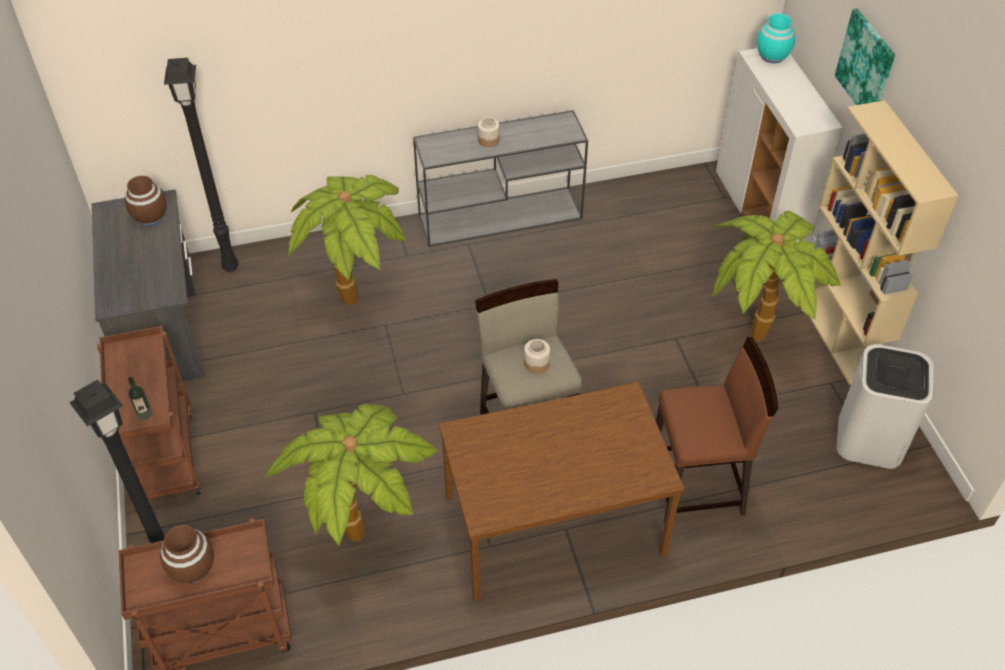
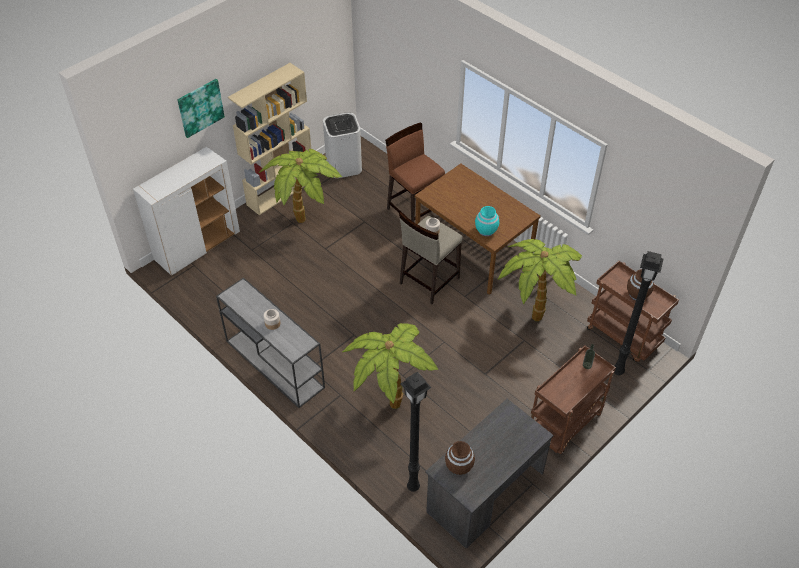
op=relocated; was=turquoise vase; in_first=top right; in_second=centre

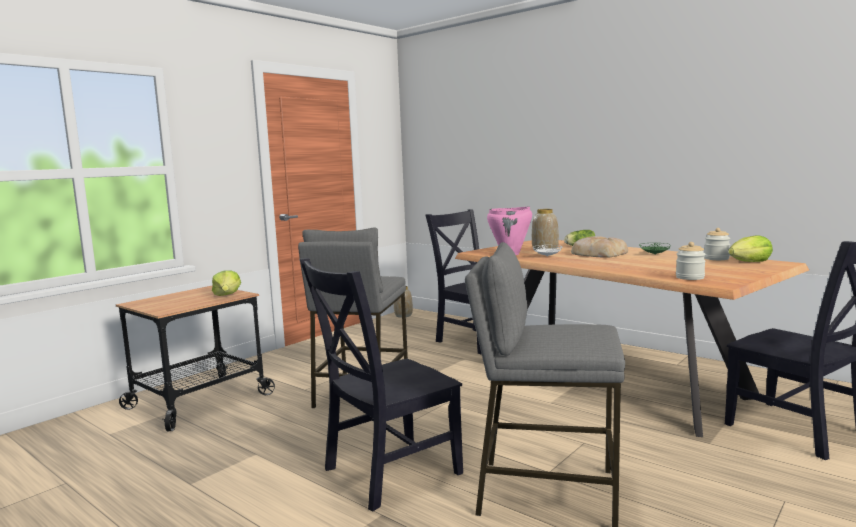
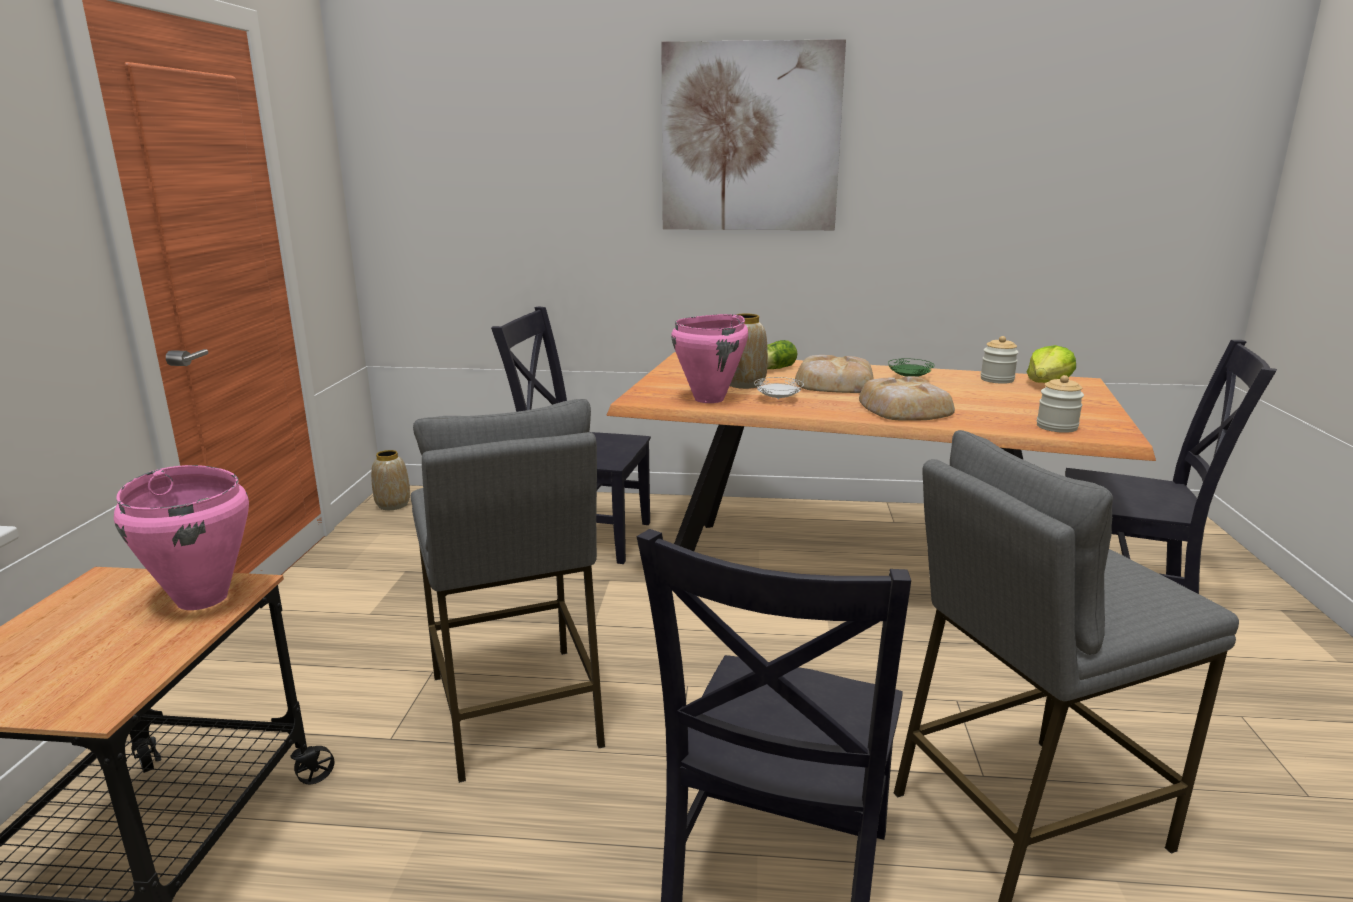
op=exchanged; was=lettuce (no. 1 from left); now=pink cooking pot (no. 1 from left); in_first=middle left; in_second=middle left
op=appeared; now=picture; in_second=top centre
op=appeared; now=bread (no. 2 from left); in_second=middle right

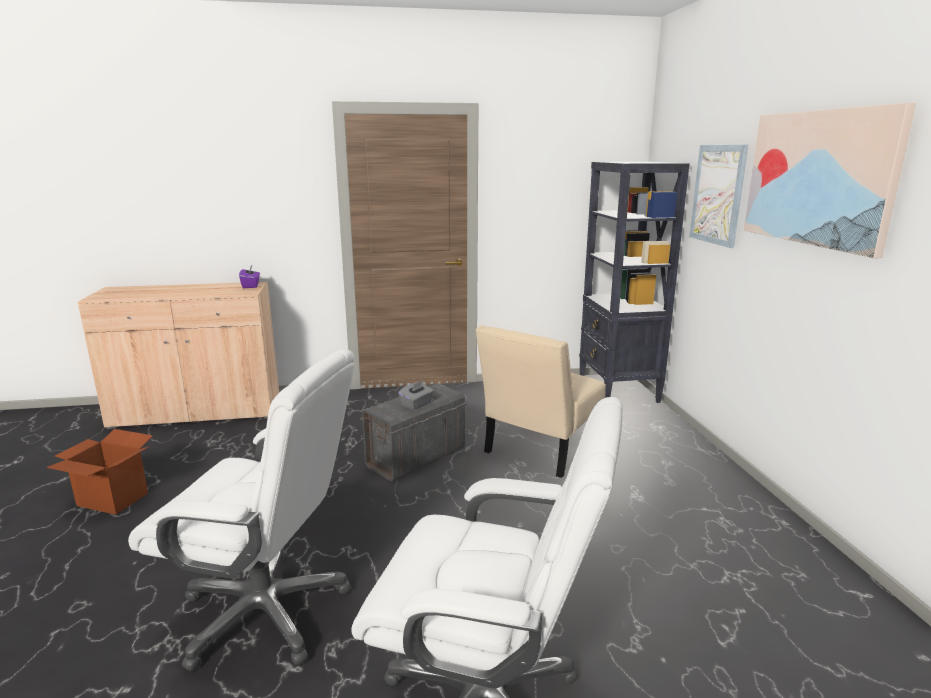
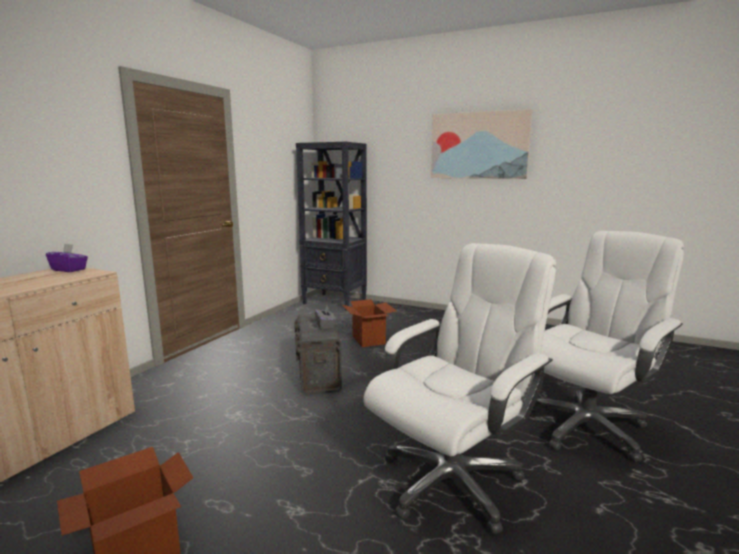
op=missing; was=picture (no. 1 from left); in_first=top right
op=exchanged; was=beige chair; now=cardboard box (no. 2 from left); in_first=centre; in_second=centre

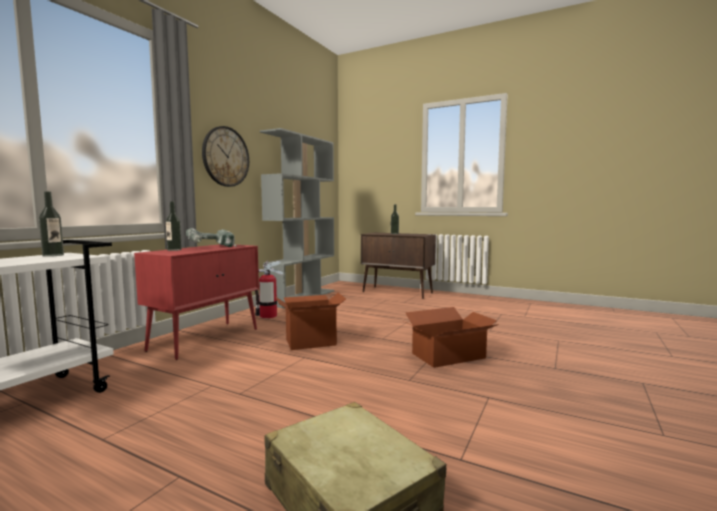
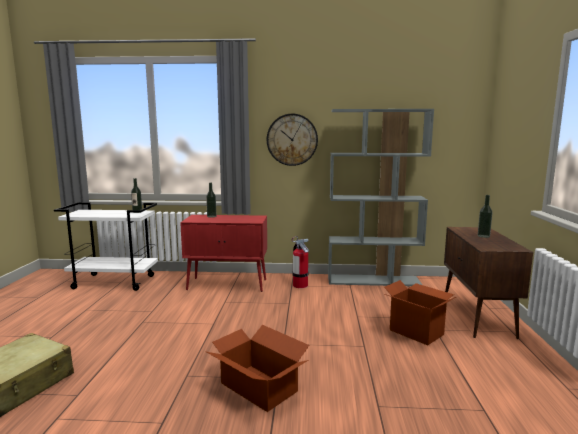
op=missing; was=power drill; in_first=middle left
op=relocated; was=cardboard box (no. 1 from left in the first image); now=cardboard box (no. 2 from left); in_first=centre; in_second=bottom right

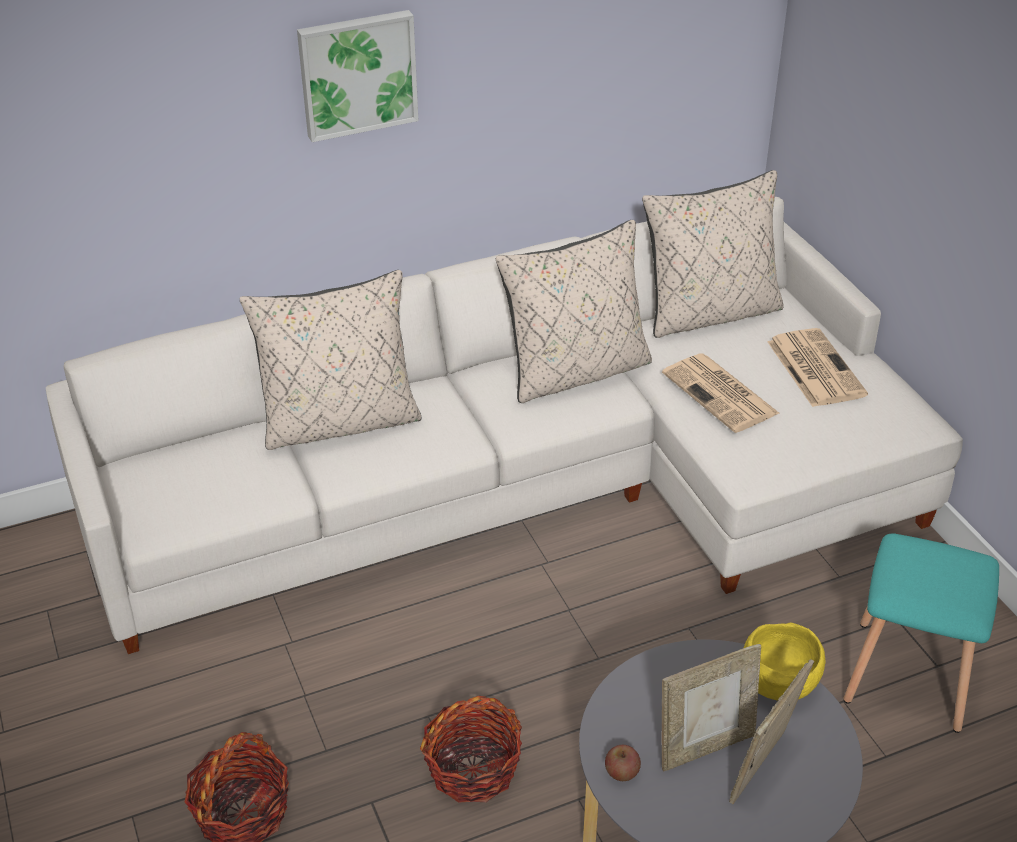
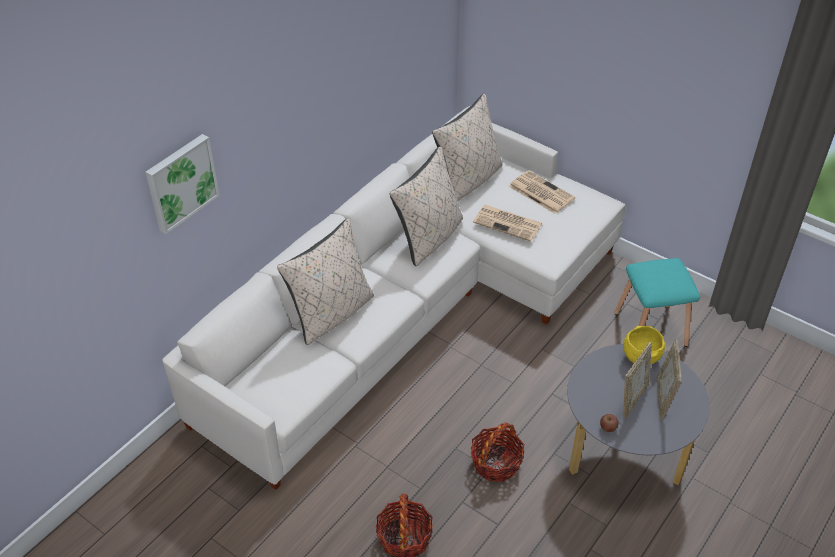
op=relocated; was=picture; in_first=top centre; in_second=top left

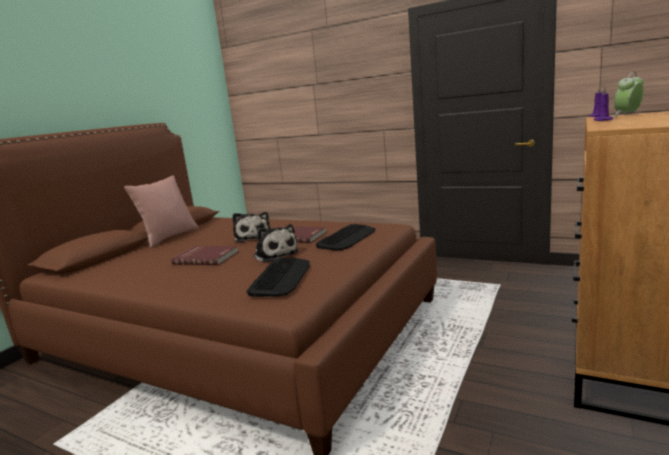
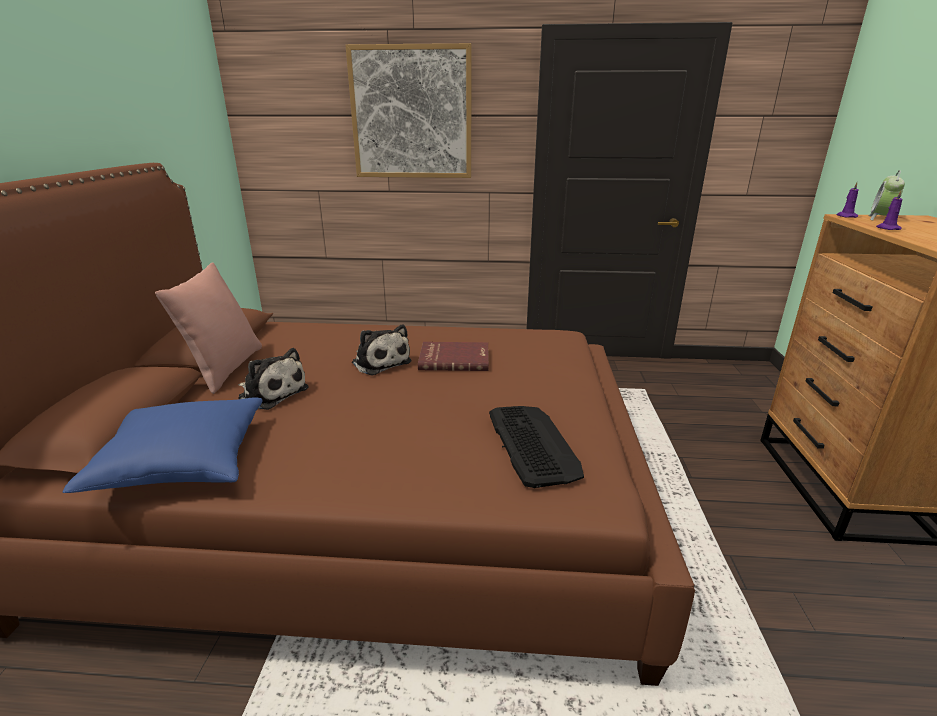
op=relocated; was=plush toy (no. 2 from left in the first image); now=plush toy (no. 1 from left); in_first=centre; in_second=middle left
op=missing; was=keyboard (no. 2 from left); in_first=centre
op=missing; was=red book (no. 1 from left); in_first=middle left
op=appeared; now=picture; in_second=top centre
op=appeared; now=blue pillow; in_second=middle left

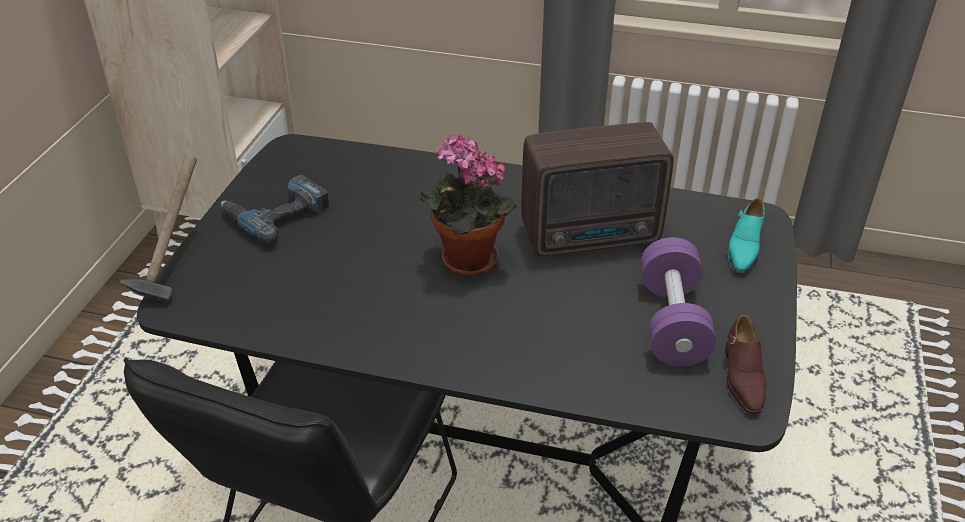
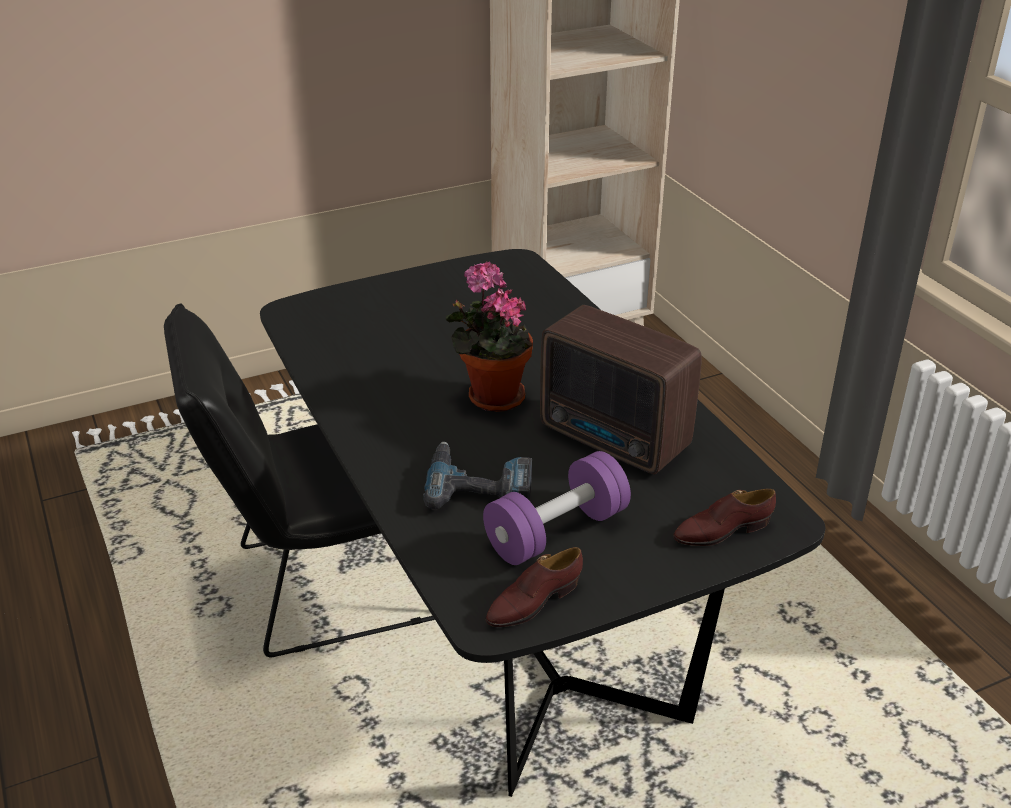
op=missing; was=hammer; in_first=middle left
op=relocated; was=power drill; in_first=middle left; in_second=centre
op=colour; was=turquoise shoe; now=brown shoe (no. 2 from left); in_first=middle right; in_second=middle right

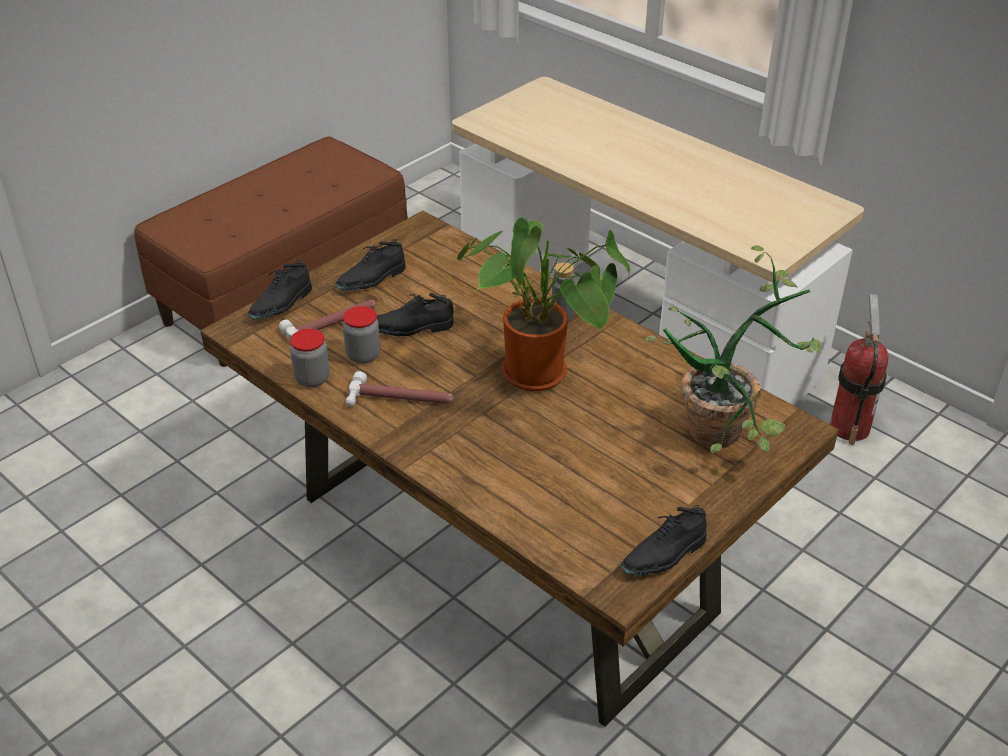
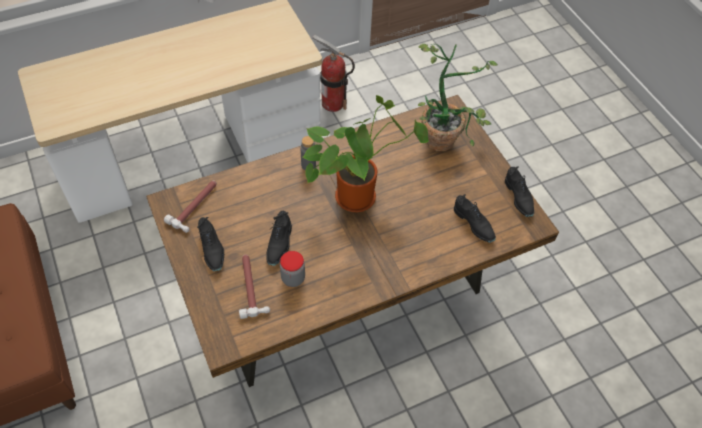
op=relocated; was=black shoe (no. 1 from left in the first image); now=black shoe (no. 3 from left); in_first=middle left; in_second=middle right
op=missing; was=jar (no. 1 from left); in_first=middle left
op=relocated; was=hammer (no. 2 from left in the first image); now=hammer (no. 1 from left); in_first=centre; in_second=middle left

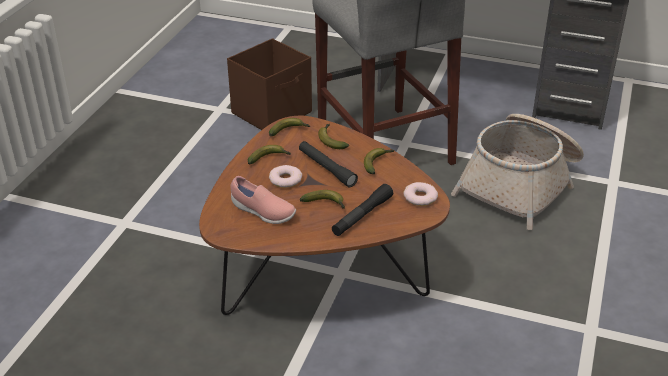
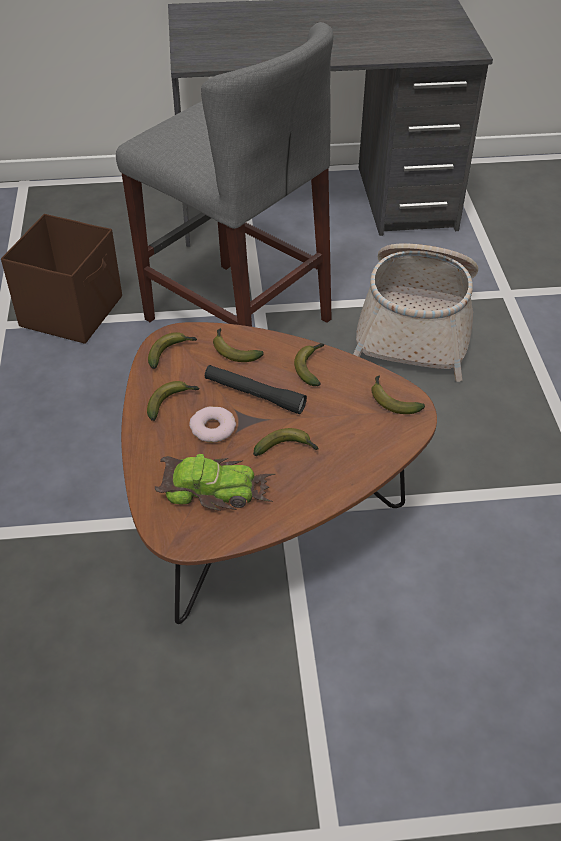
op=exchanged; was=pink shoe; now=toy car; in_first=centre; in_second=centre
op=exchanged; was=donut (no. 2 from left); now=banana (no. 6 from left); in_first=centre; in_second=middle right
op=missing; was=black flashlight (no. 2 from left); in_first=centre

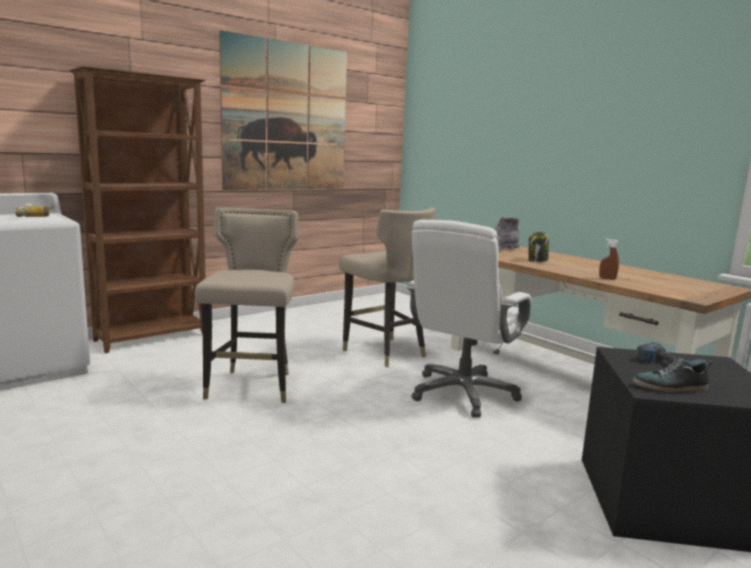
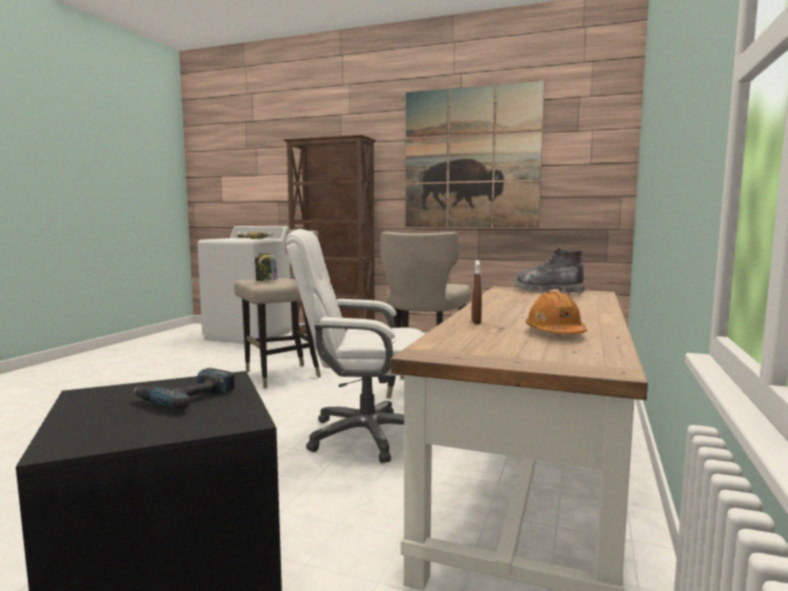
op=relocated; was=jar; in_first=middle right; in_second=centre
op=missing; was=shoe; in_first=middle right
op=appeared; now=orange hard hat; in_second=middle right

